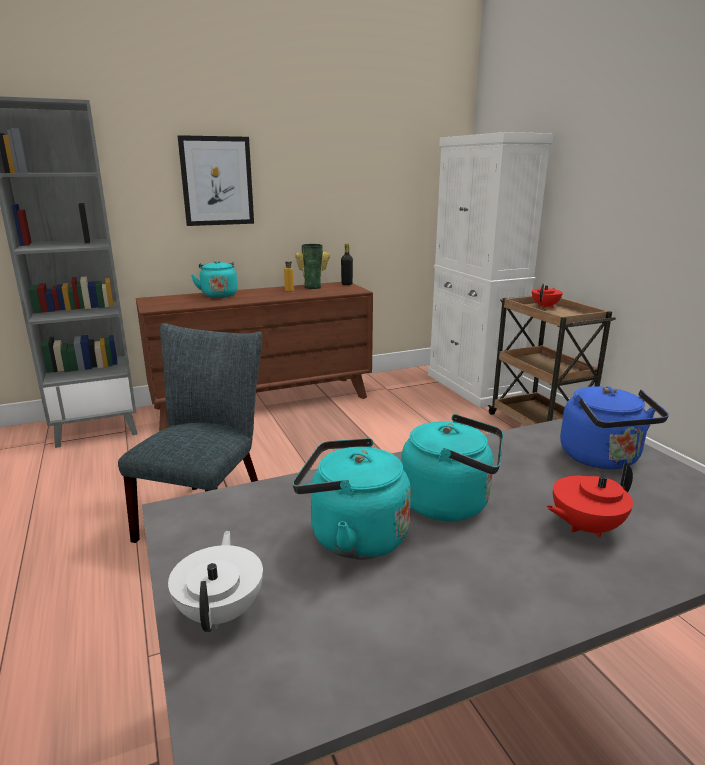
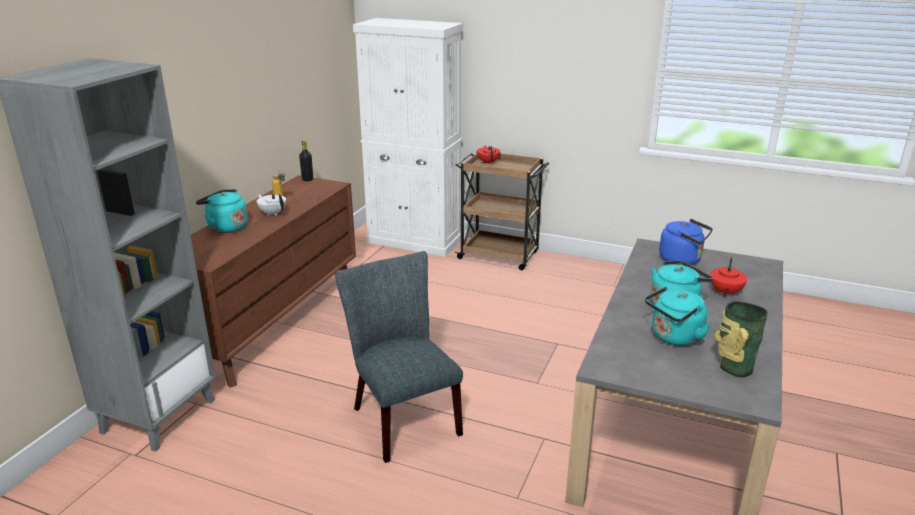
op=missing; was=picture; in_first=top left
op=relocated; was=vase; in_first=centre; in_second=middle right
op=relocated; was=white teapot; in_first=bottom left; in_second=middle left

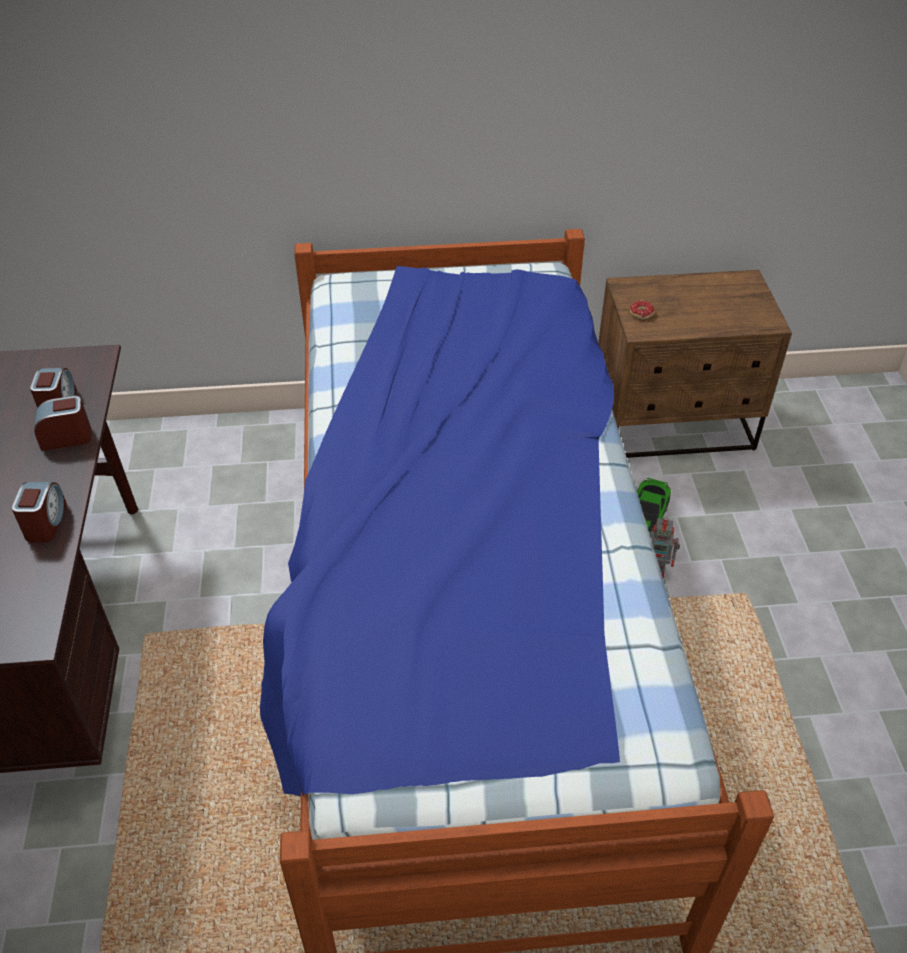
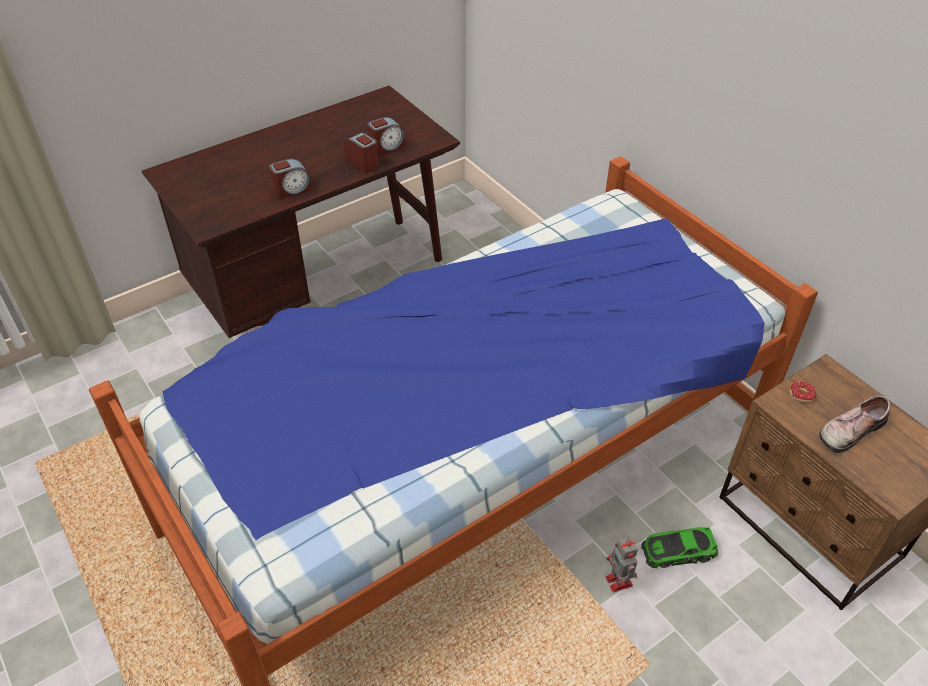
op=appeared; now=shoe; in_second=middle right

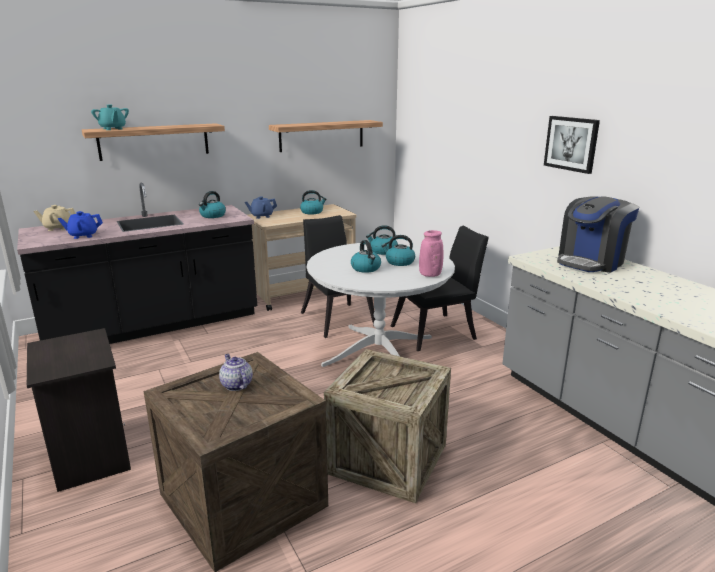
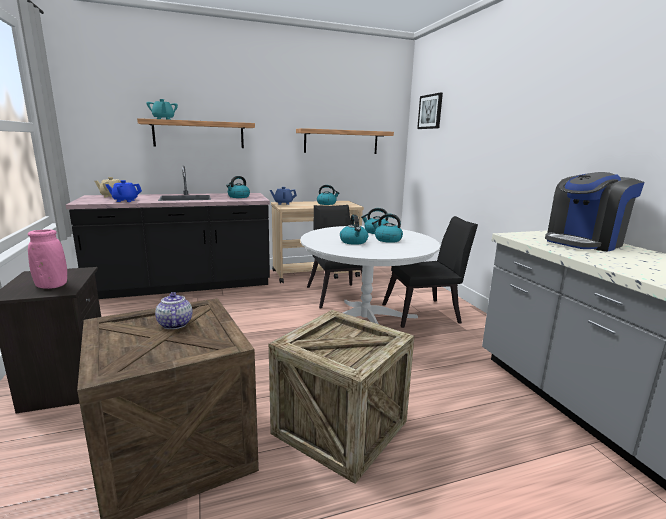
op=relocated; was=picture; in_first=top right; in_second=top centre
op=relocated; was=pink vase; in_first=centre; in_second=middle left

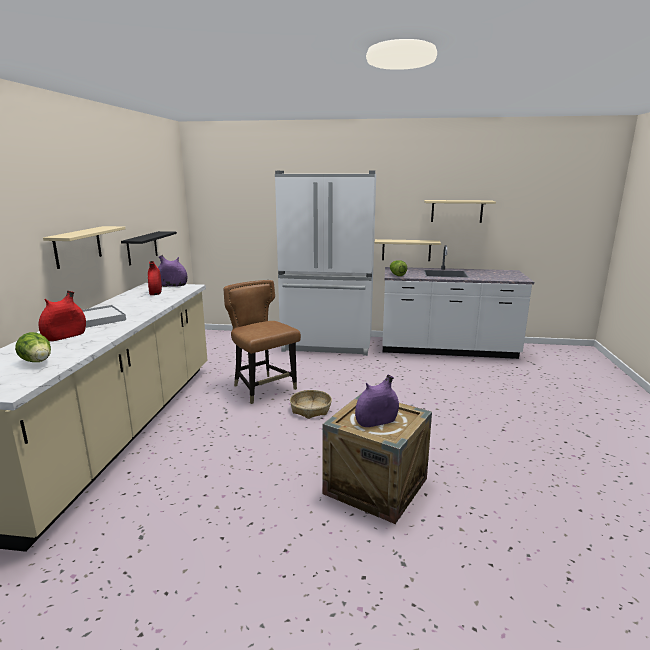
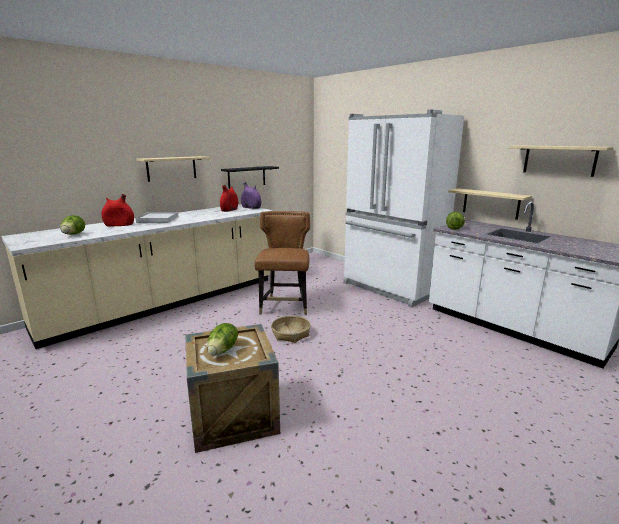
op=exchanged; was=purple vase (no. 2 from left); now=lettuce (no. 2 from left); in_first=centre; in_second=centre

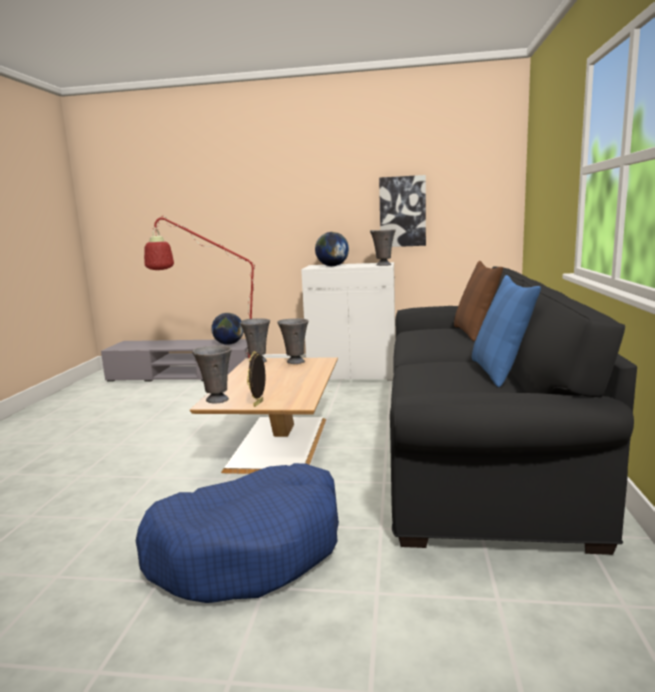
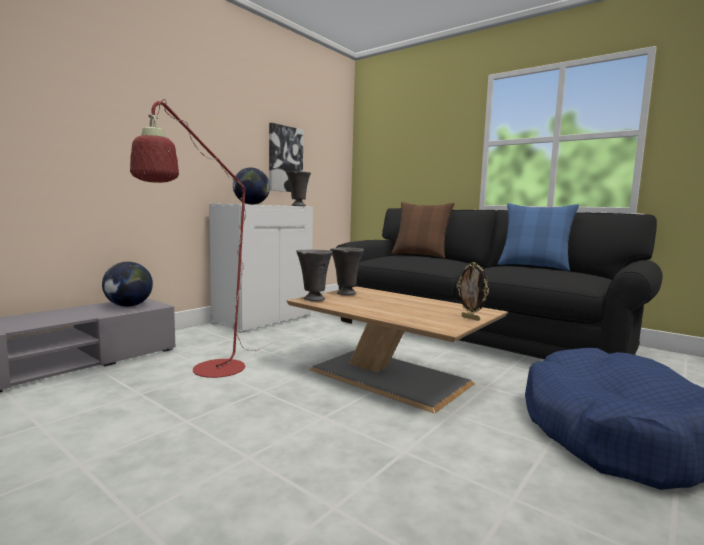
op=missing; was=grey vase (no. 1 from left); in_first=middle left

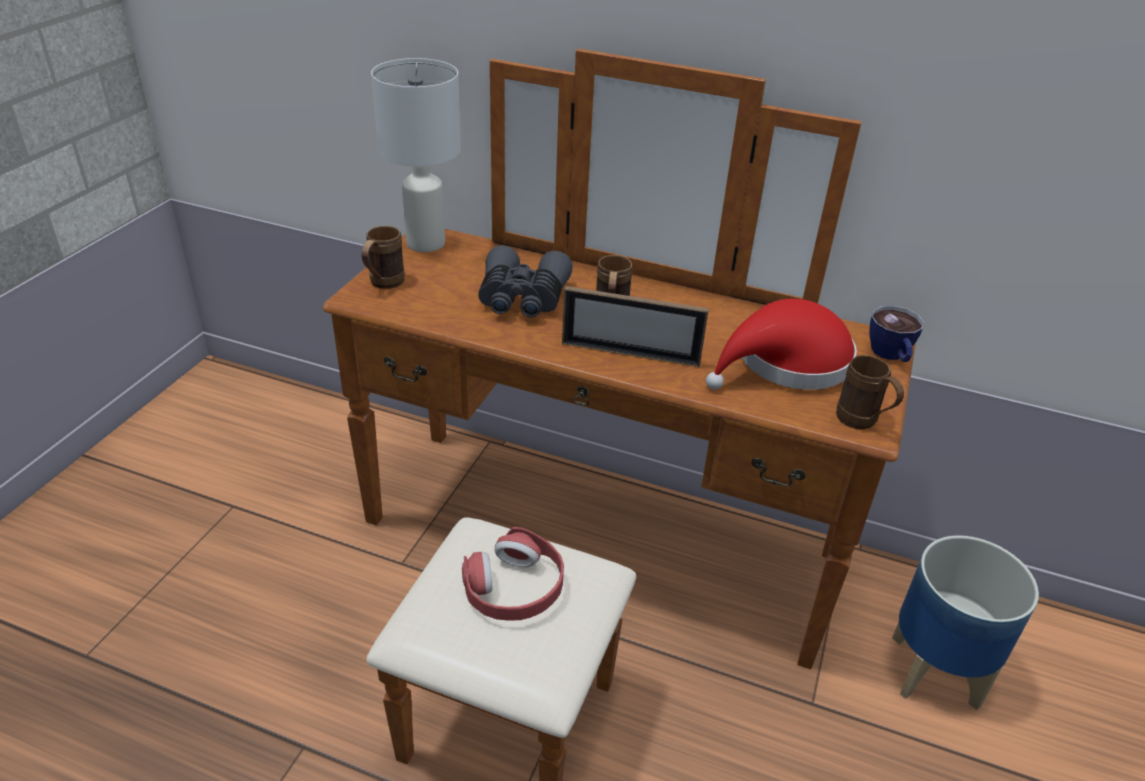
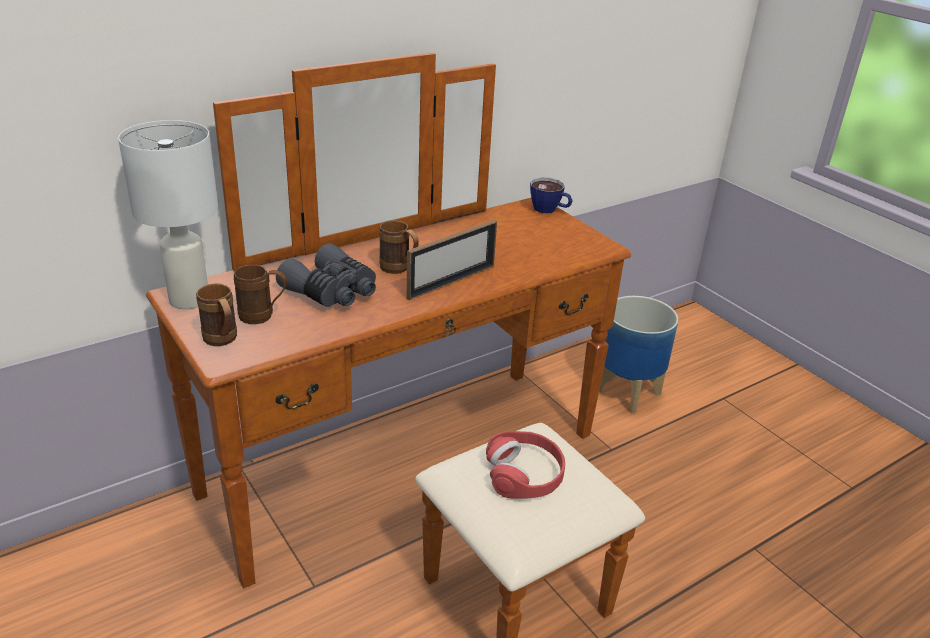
op=missing; was=red hat; in_first=middle right
op=relocated; was=brown mug (no. 3 from left in the first image); now=brown mug (no. 2 from left); in_first=middle right; in_second=middle left

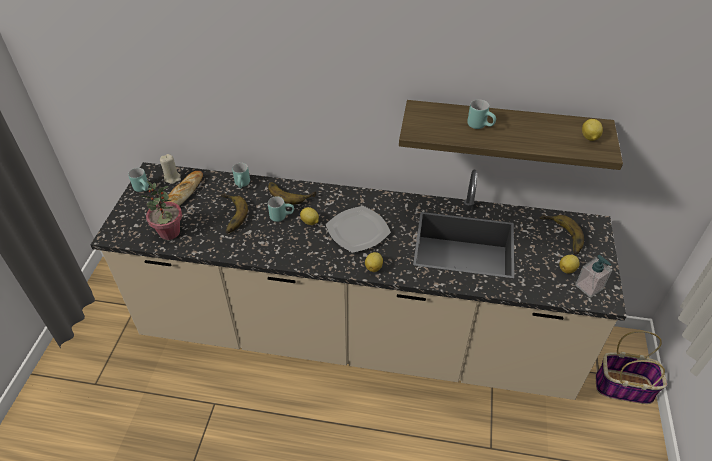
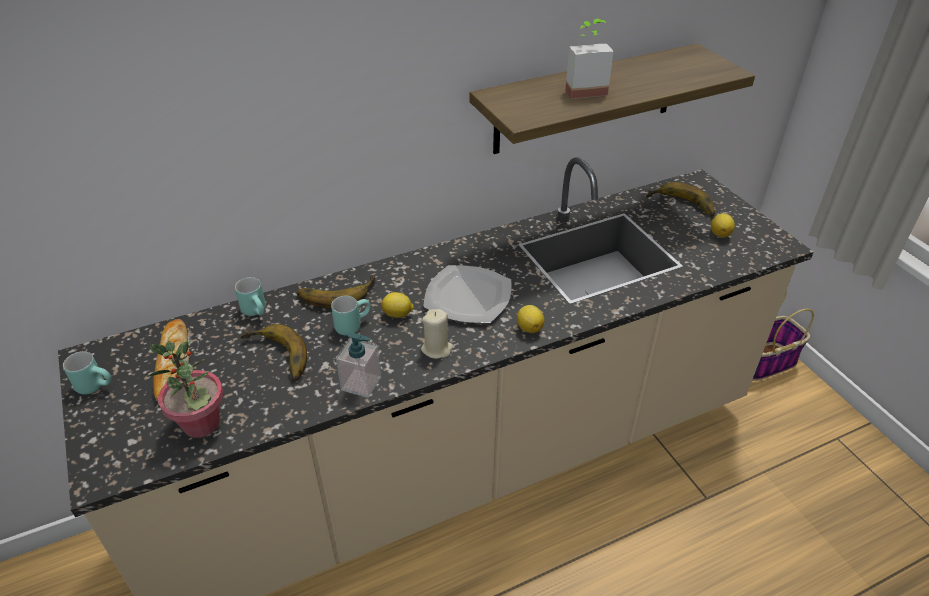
op=exchanged; was=turquoise mug (no. 4 from left); now=potted plant (no. 2 from left); in_first=top right; in_second=top centre
op=missing; was=lemon (no. 4 from left); in_first=top right
op=relocated; was=beige candle; in_first=middle left; in_second=centre
op=relocated; was=soap dispenser; in_first=middle right; in_second=centre

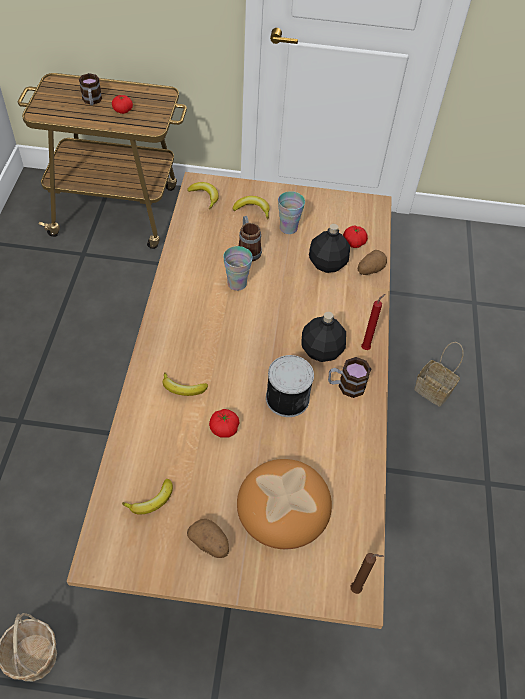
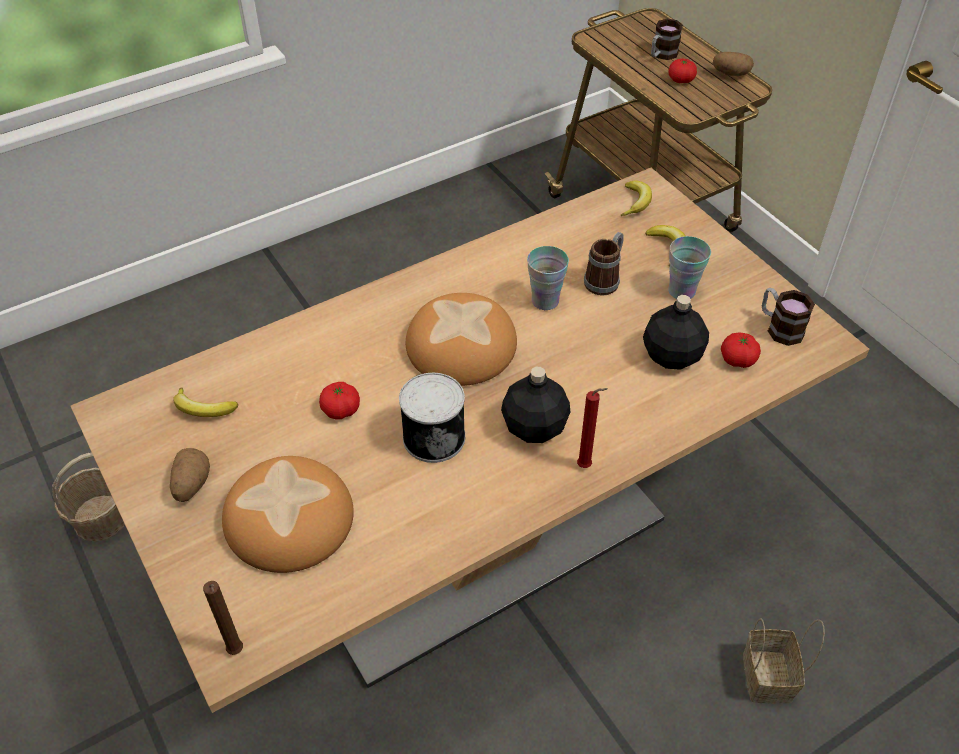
op=relocated; was=potato (no. 2 from left); in_first=middle right; in_second=top right
op=relocated; was=mug (no. 3 from left); in_first=centre; in_second=middle right
op=missing; was=banana (no. 2 from left); in_first=centre
op=appeared; now=bread (no. 2 from left); in_second=centre

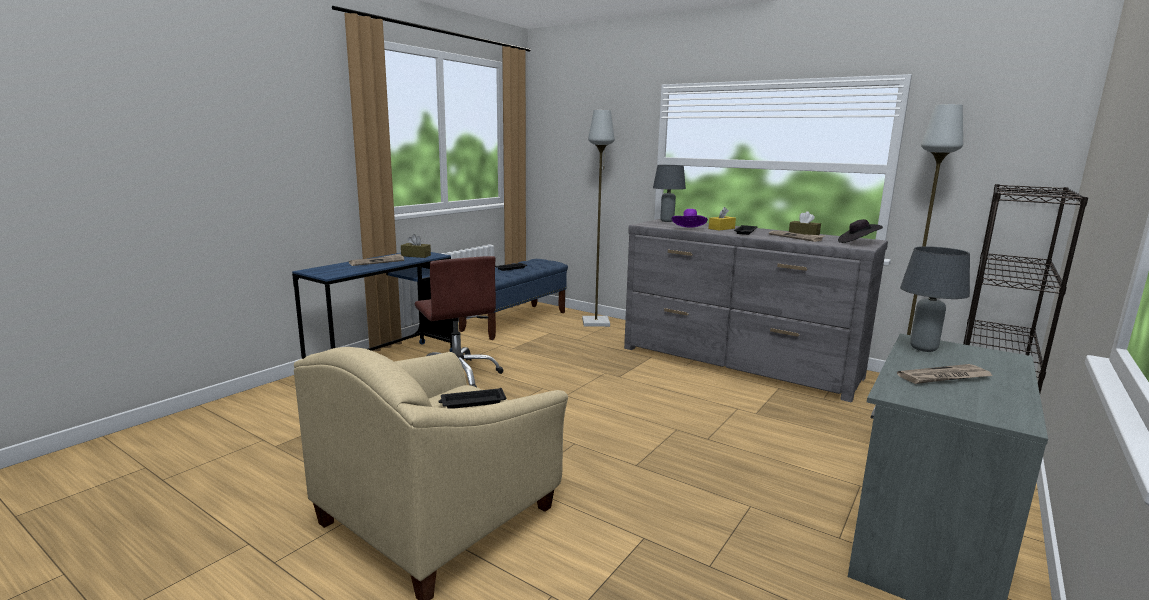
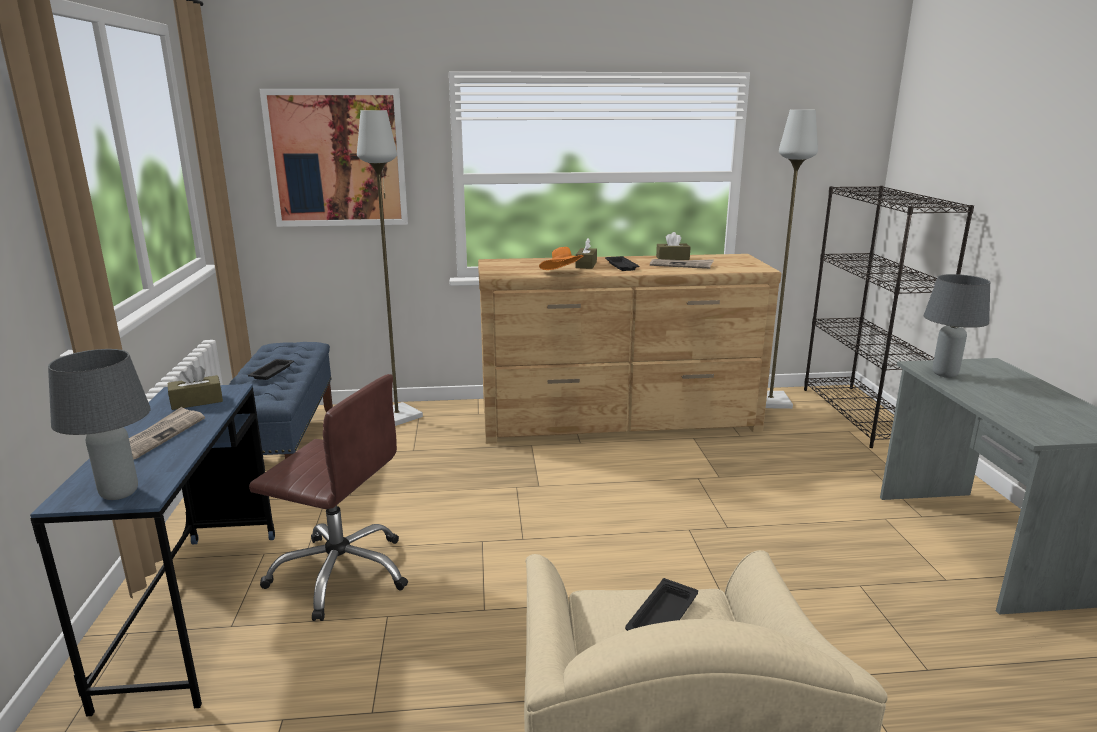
op=relocated; was=grey table lamp (no. 1 from left); in_first=top centre; in_second=middle left
op=colour; was=yellow tissue box; now=brown tissue box (no. 2 from left); in_first=centre; in_second=centre
op=colour; was=purple hat; now=orange hat; in_first=centre; in_second=centre
op=colour; was=grey dresser; now=brown dresser; in_first=centre; in_second=centre
op=missing; was=black hat; in_first=middle right
op=missing; was=newspaper (no. 3 from left); in_first=middle right
op=appeared; now=picture; in_second=top left

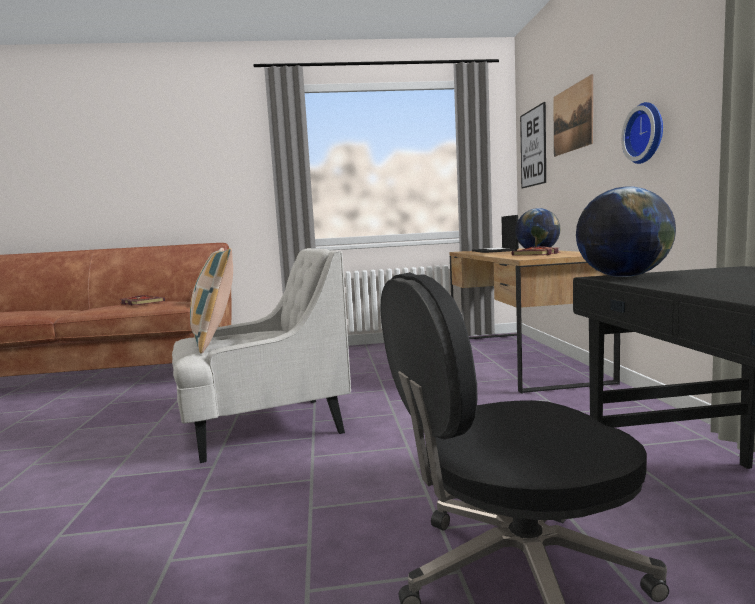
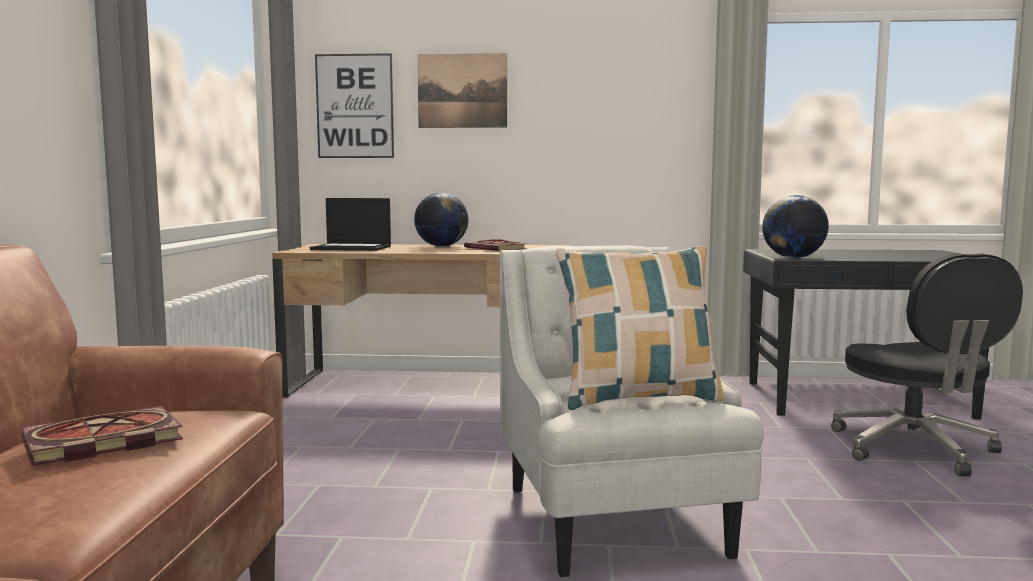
op=missing; was=wall clock; in_first=top right

